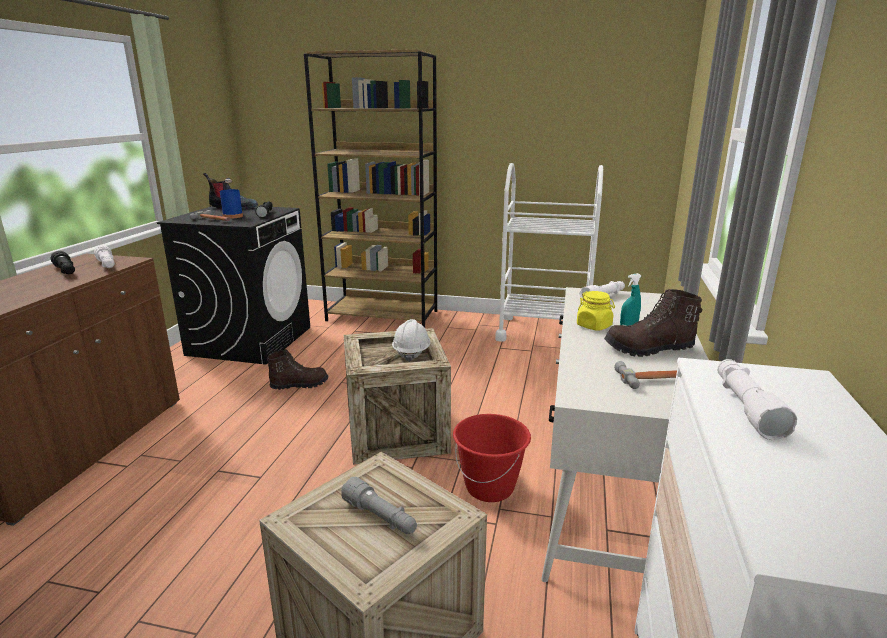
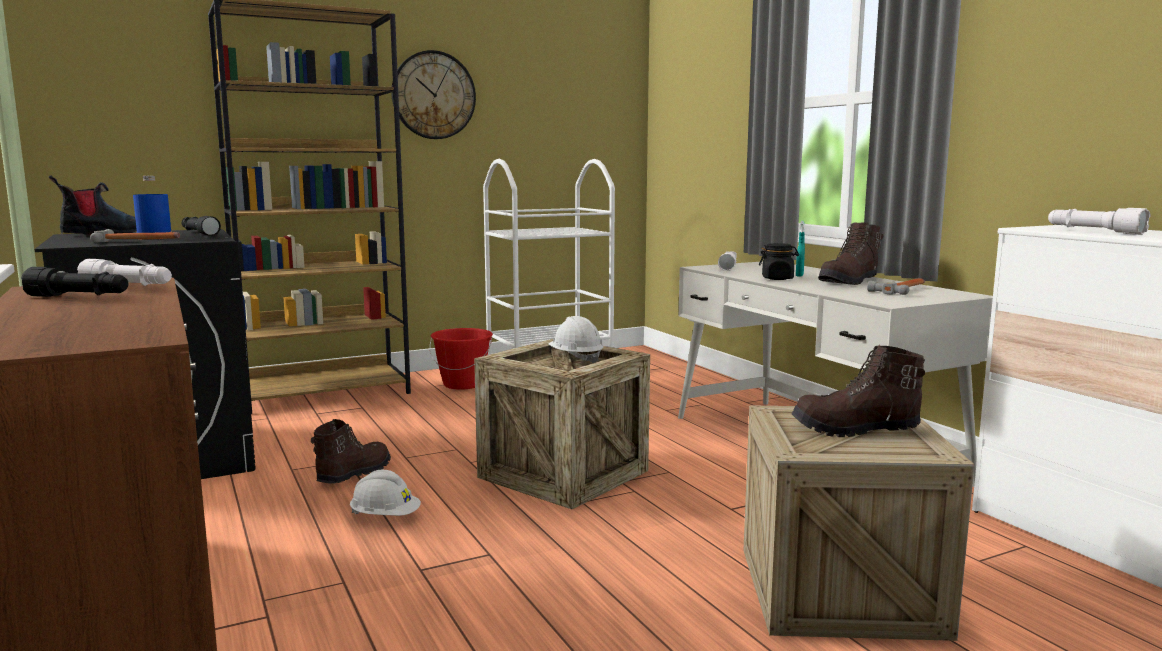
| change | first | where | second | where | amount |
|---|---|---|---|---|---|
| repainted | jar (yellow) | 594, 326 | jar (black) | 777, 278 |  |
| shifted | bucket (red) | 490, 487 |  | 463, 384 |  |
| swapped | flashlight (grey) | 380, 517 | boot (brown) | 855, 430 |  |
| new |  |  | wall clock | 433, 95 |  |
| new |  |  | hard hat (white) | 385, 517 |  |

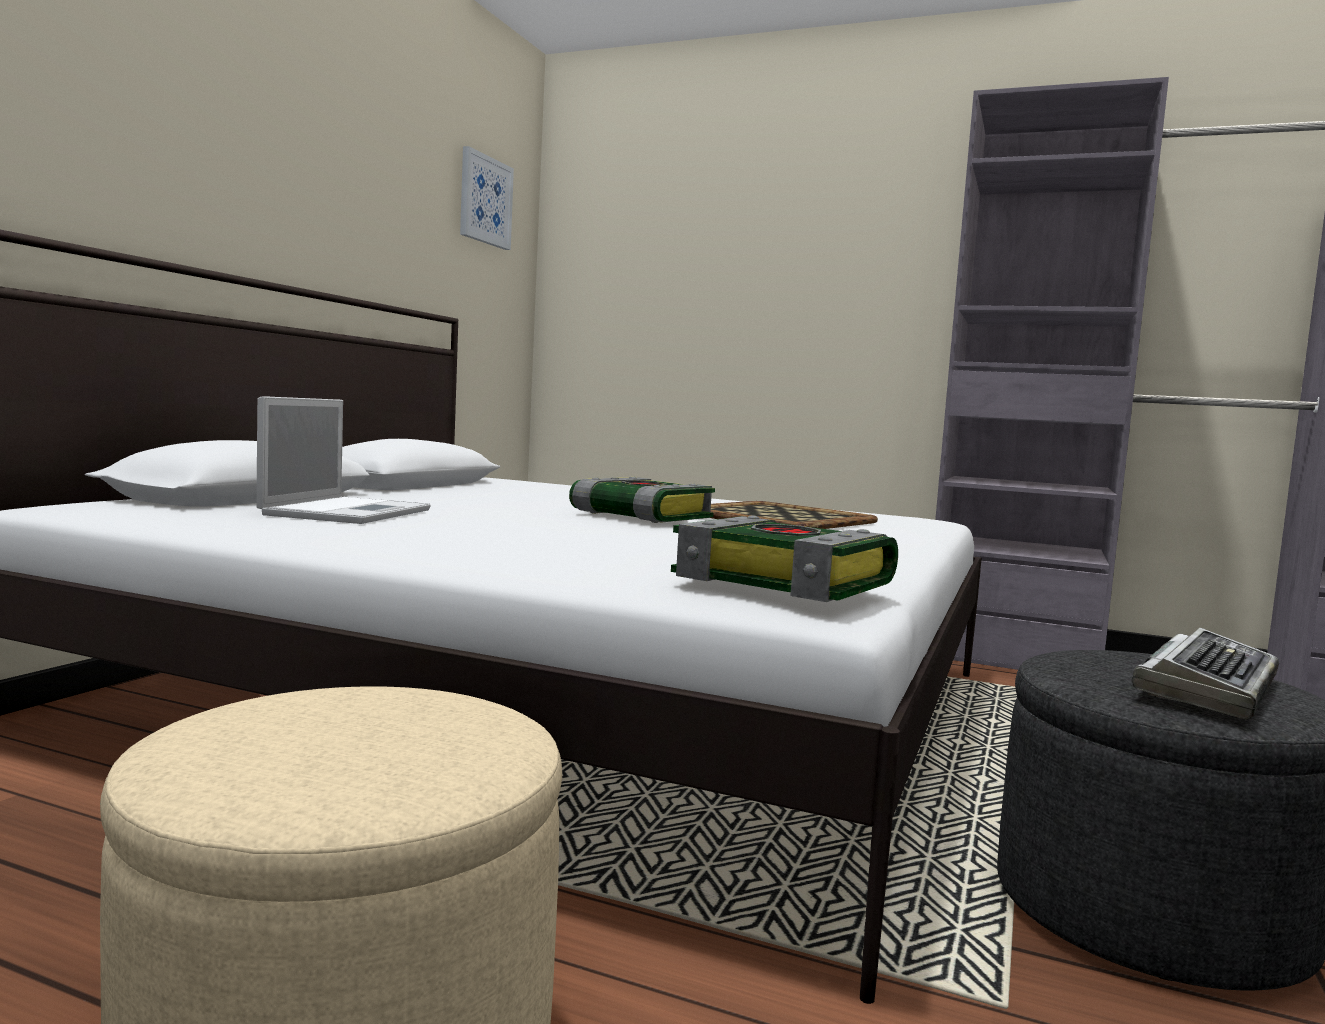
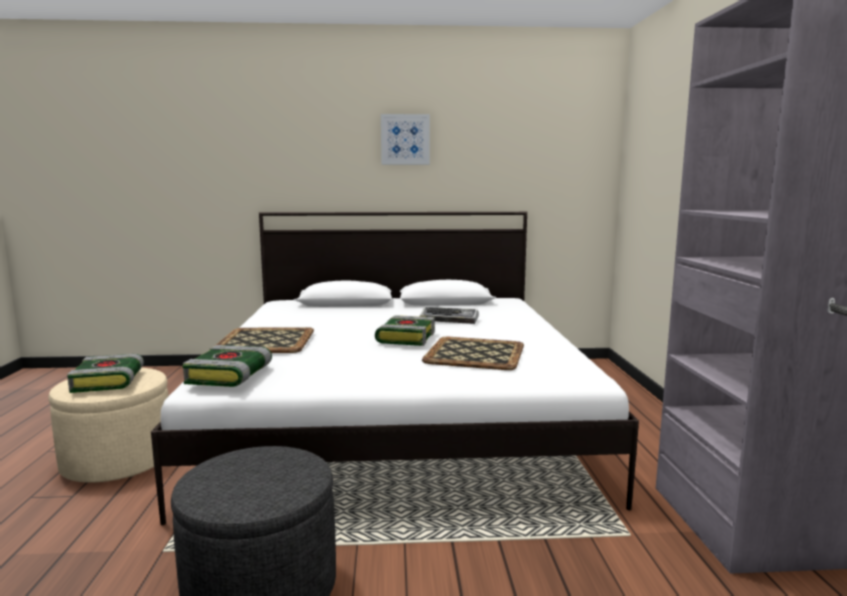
| change | first | where | second | where | amount |
|---|---|---|---|---|---|
| shifted | picture | 485, 200 |  | 405, 139 |  |
| gone | laptop | 349, 512 |  |  |  |
| shifted | keyboard | 1207, 687 |  | 450, 320 |  |
| new |  |  | tray | 265, 341 |  |
| new |  |  | book | 109, 382 |  |

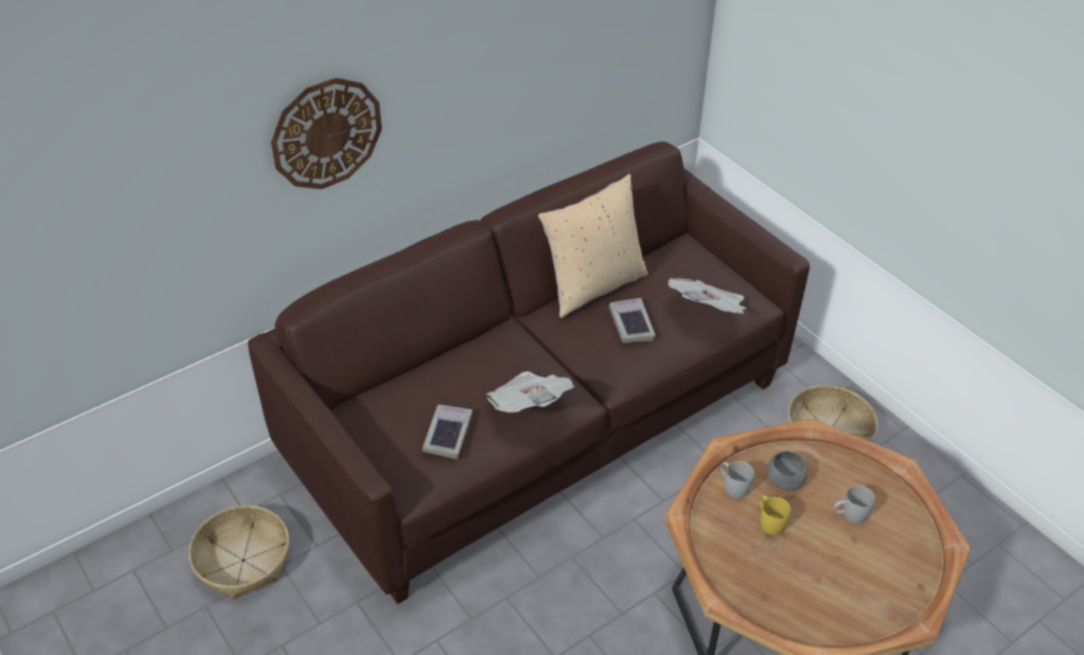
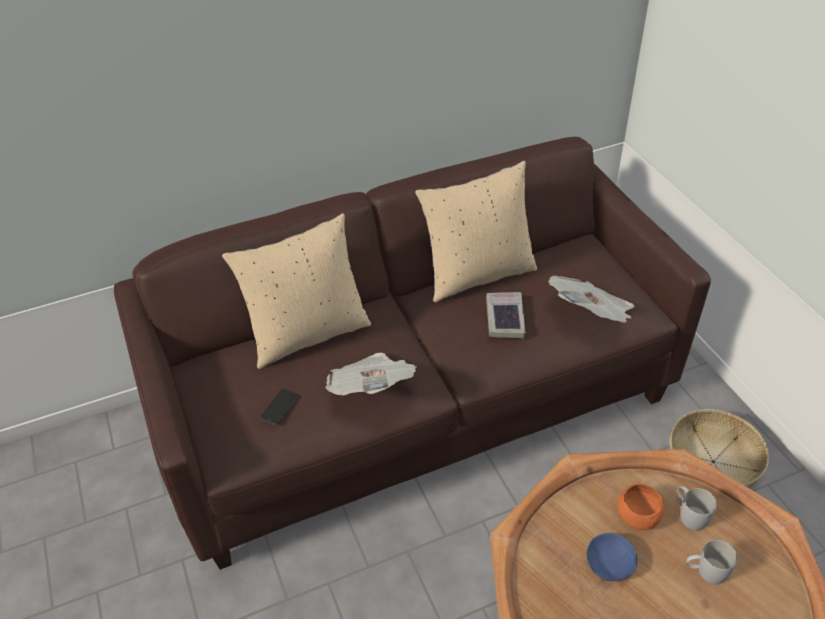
| change | first | where | second | where | amount |
|---|---|---|---|---|---|
| gone | wall clock | 326, 133 |  |  |  |
| swapped | book | 448, 434 | phone | 279, 407 |  |
| repainted | bowl (grey) | 784, 481 | bowl (orange) | 637, 517 |  |
| shifted | mug (white) | 732, 486 |  | 689, 514 |  |
| swapped | mug (yellow) | 769, 521 | bowl (blue) | 608, 562 |  |
| gone | basket | 243, 560 |  |  |  |
| new |  |  | pillow (beige) | 307, 334 |  |

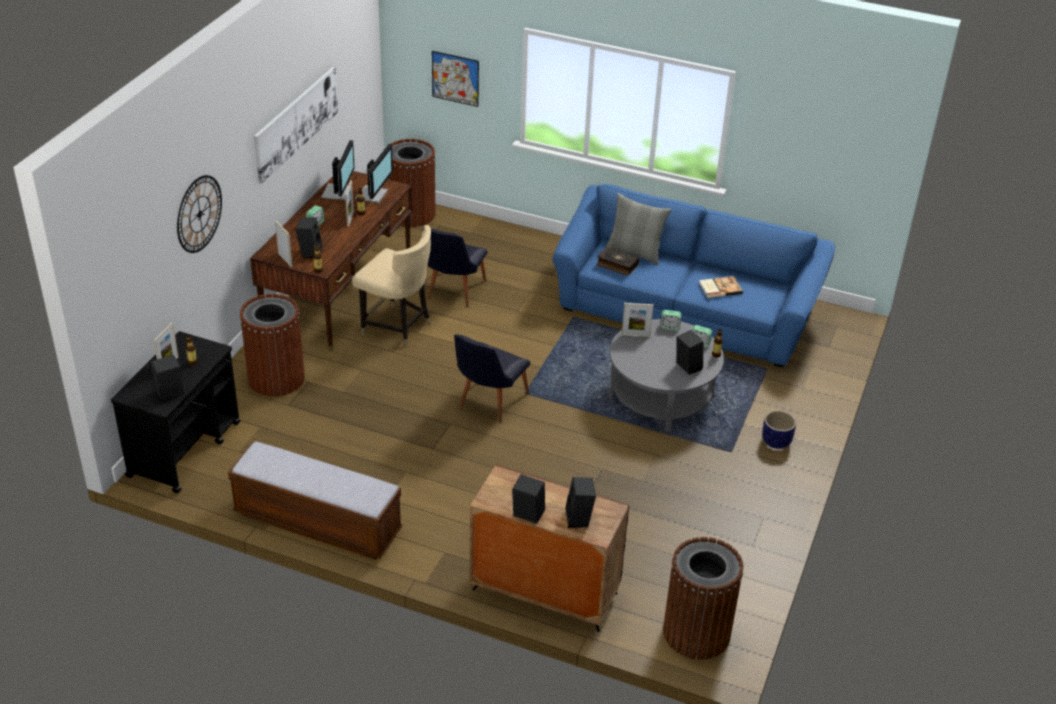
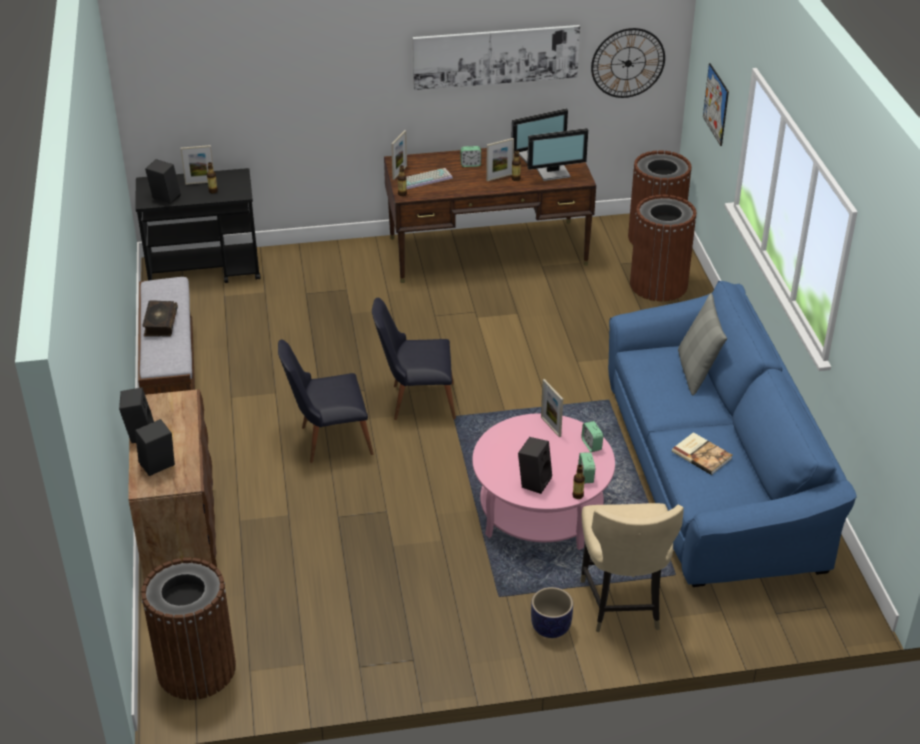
| change | first | where | second | where | amount |
|---|---|---|---|---|---|
| shifted | wall clock | 199, 214 |  | 628, 63 |  |
| swapped | speaker (black) | 309, 252 | keyboard | 425, 179 |  |
| shifted | chair (beige) | 397, 327 |  | 622, 604 |  |
| shifted | chair (black) | 453, 293 |  | 328, 440 |  |
| shifted | book | 617, 265 |  | 160, 323 |  |
| shifted | trash can (brown) | 276, 378 |  | 658, 284 |  |
| repainted | coffee table (grey) | 661, 397 | coffee table (pink) | 541, 510 |  |

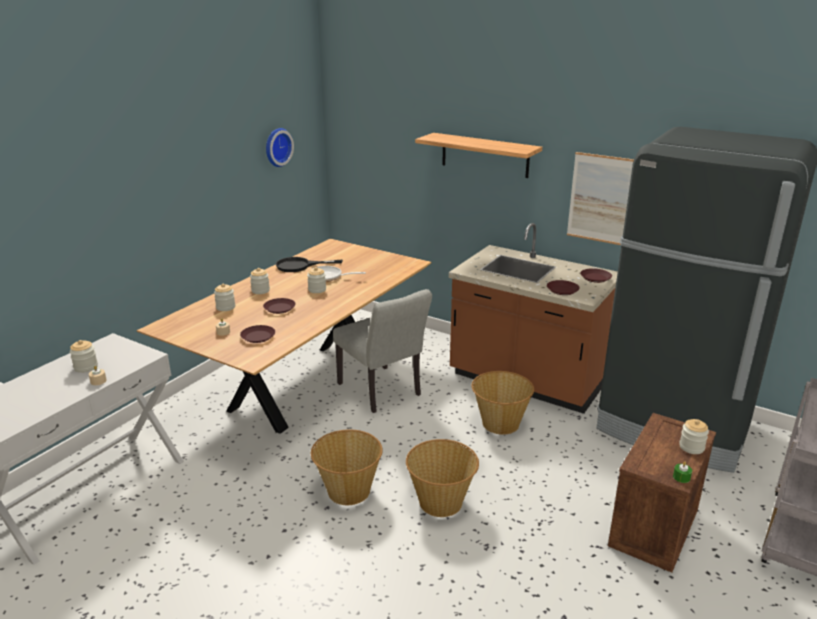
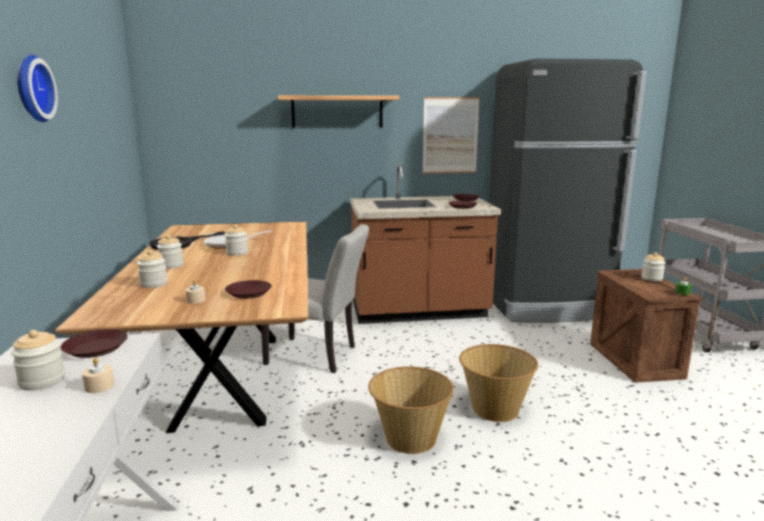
| change | first | where | second | where | amount |
|---|---|---|---|---|---|
| shifted | wall clock | 277, 147 |  | 31, 89 |  |
| shifted | plate (brown) | 279, 308 |  | 95, 348 |  |
| gone | basket | 500, 423 |  |  |  |

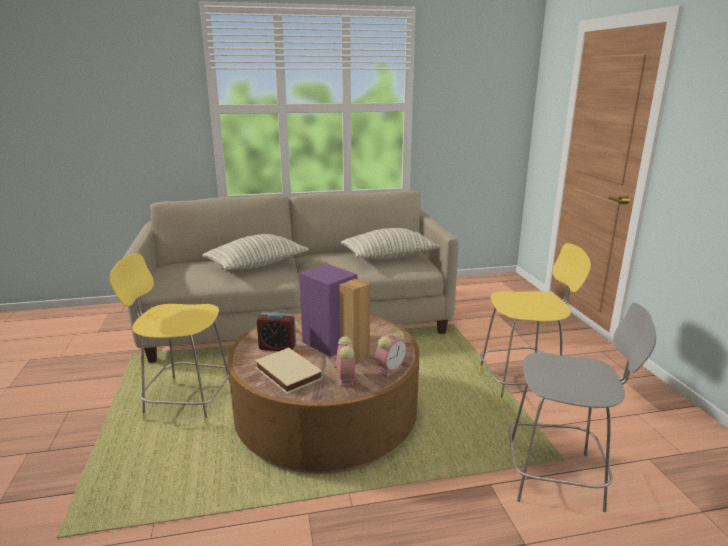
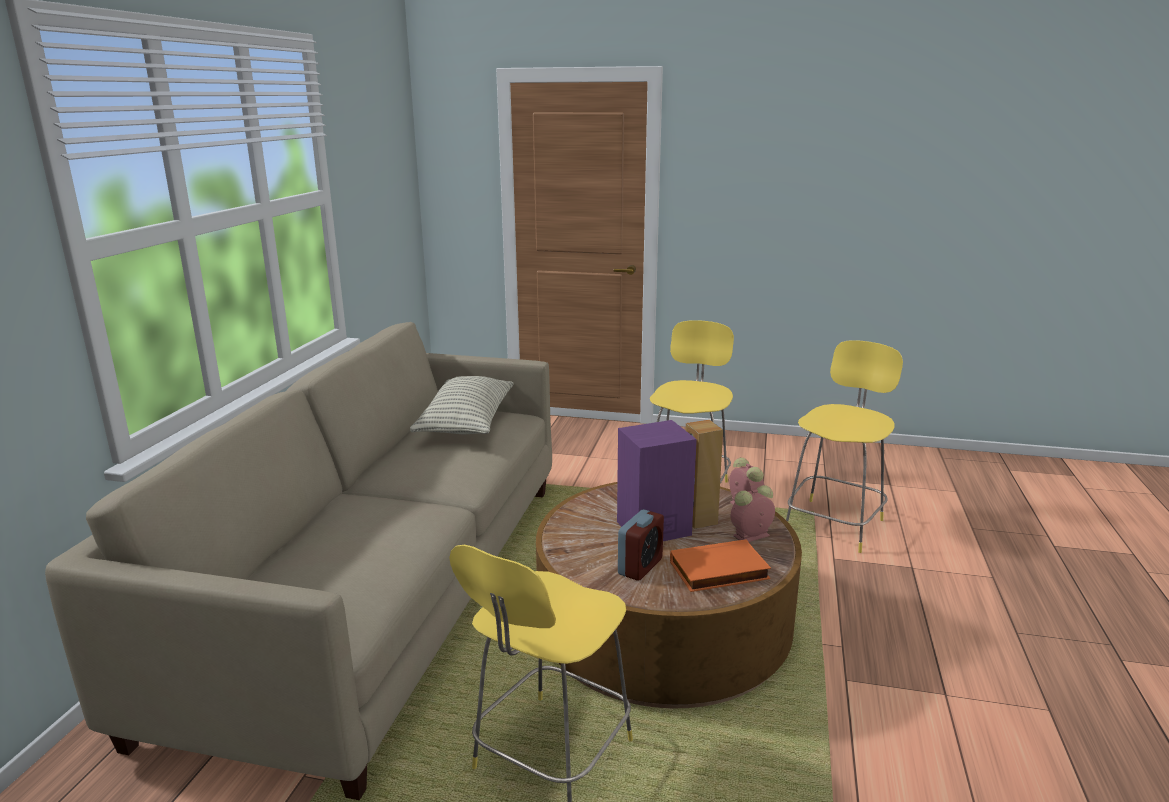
| change | first | where | second | where | amount |
|---|---|---|---|---|---|
| gone | pillow | 257, 265 |  |  |  |
| repainted | stool (grey) | 558, 477 | stool (yellow) | 835, 523 |  |
| rotated | alarm clock | 345, 378 |  | 750, 536 | 45 degrees counterclockwise |
| repainted | book (beige) | 286, 374 | book (orange) | 719, 572 |  |

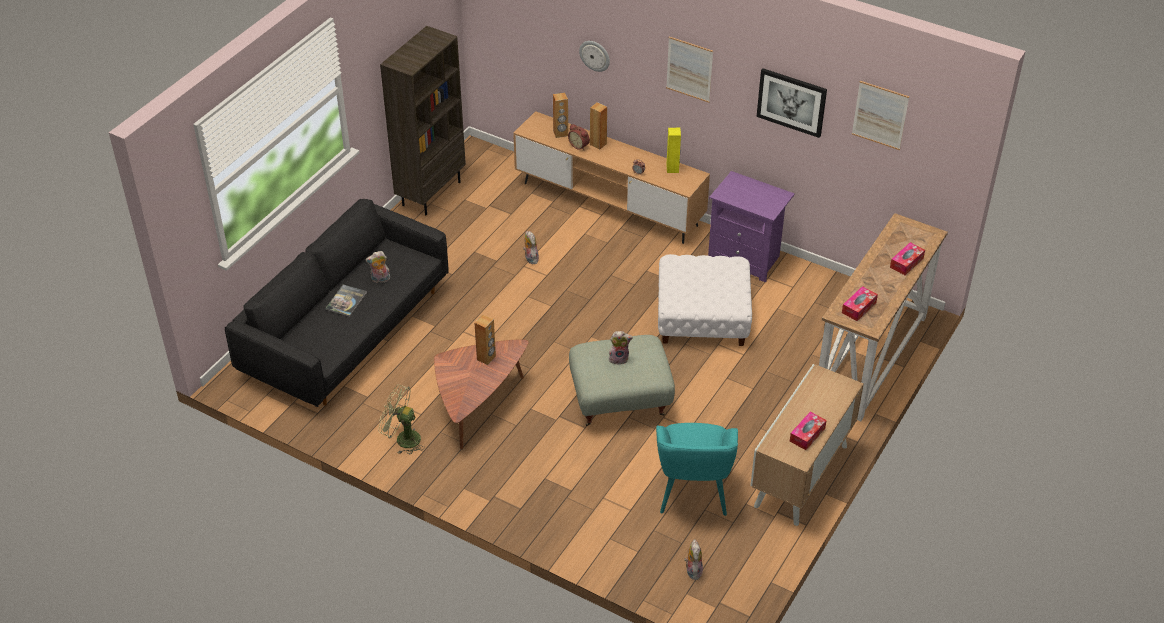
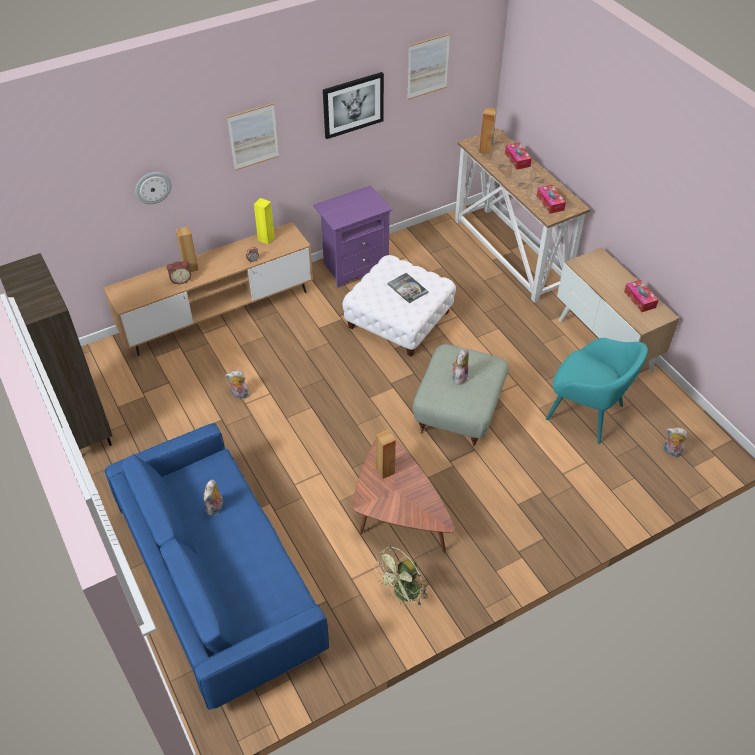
| change | first | where | second | where | amount |
|---|---|---|---|---|---|
| shifted | speaker (brown) | 560, 133 |  | 486, 149 |  |
| repainted | sofa (black) | 347, 331 | sofa (blue) | 221, 580 |  |
| shifted | book | 346, 301 |  | 407, 288 |  |

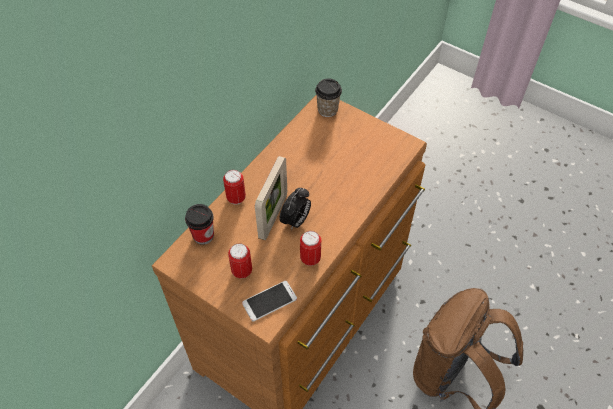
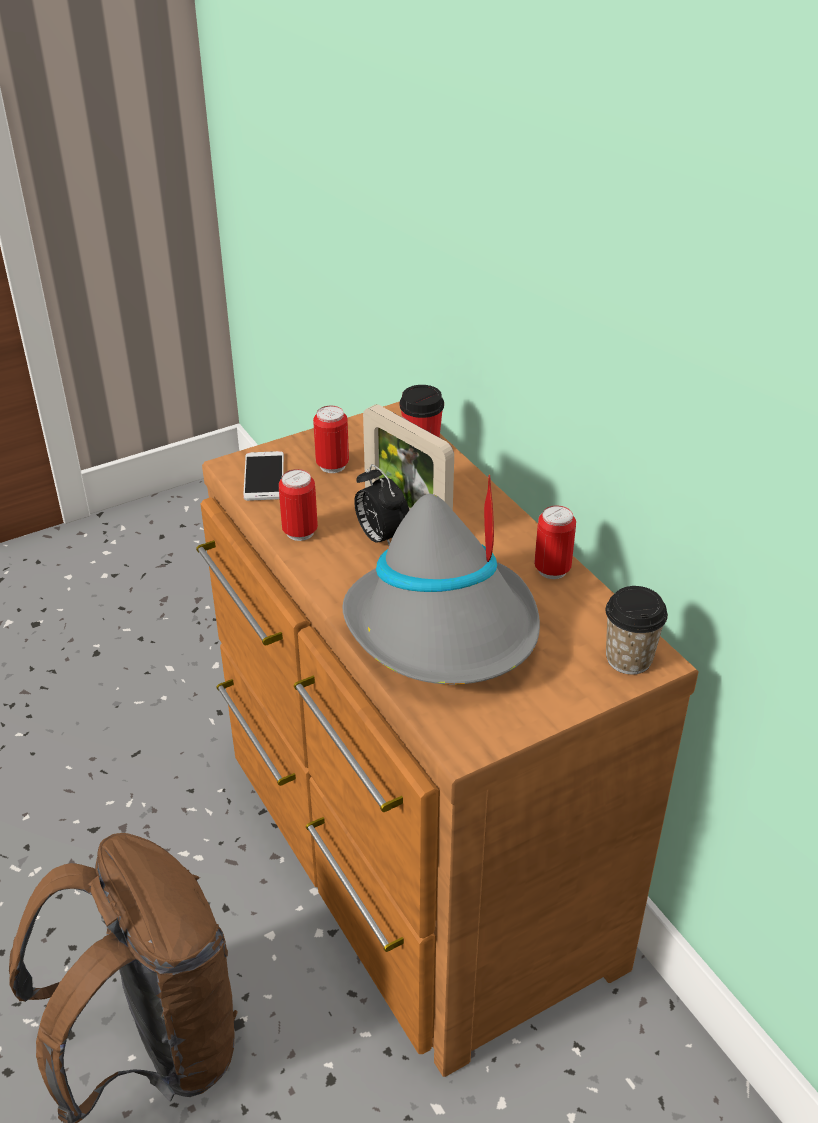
| change | first | where | second | where | amount |
|---|---|---|---|---|---|
| shifted | can | 236, 198 |  | 552, 570 |  |
| new |  |  | hat (grey) | 444, 629 |  |

